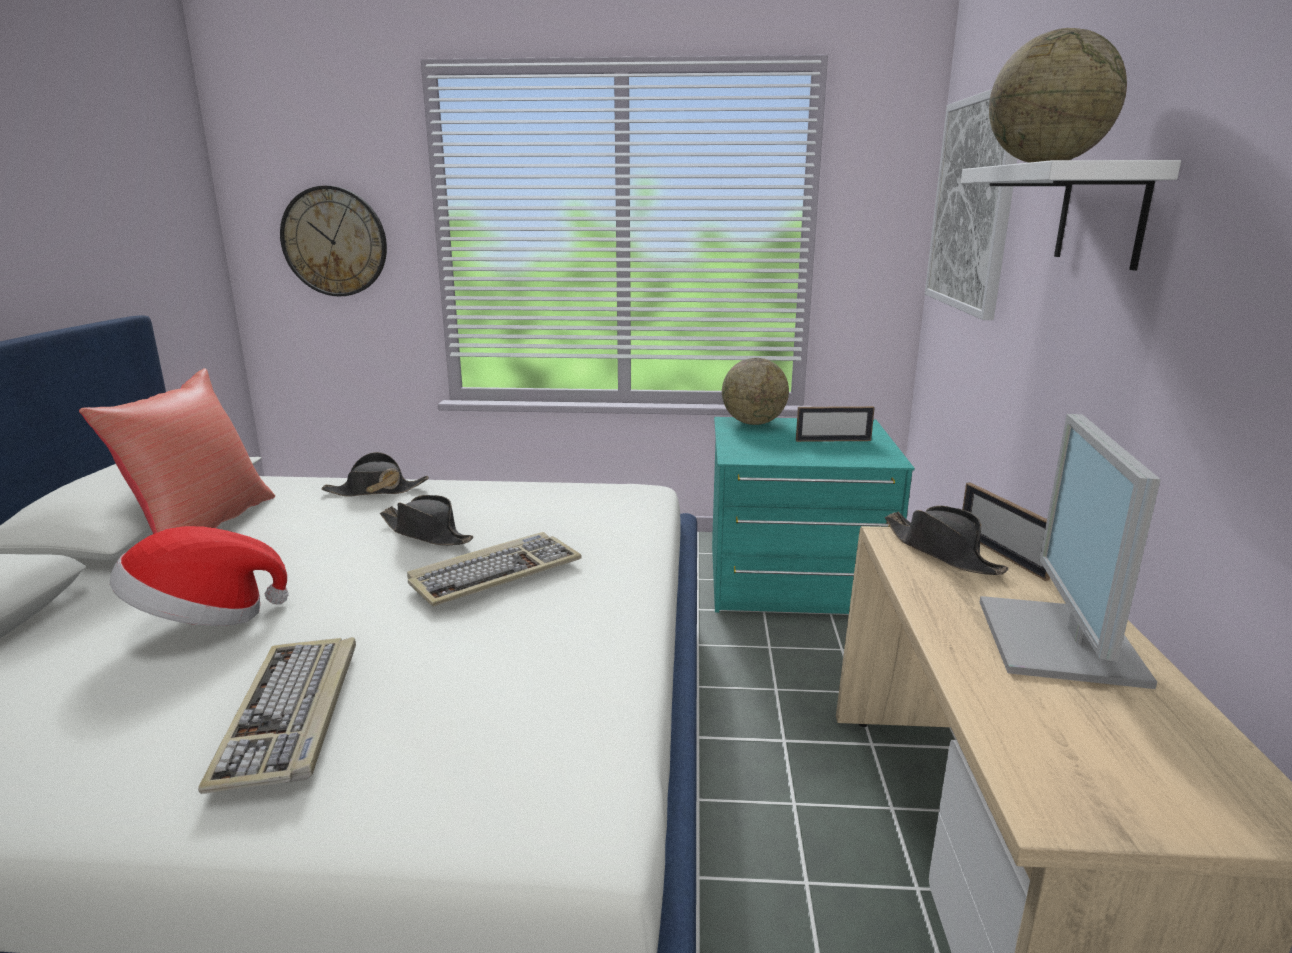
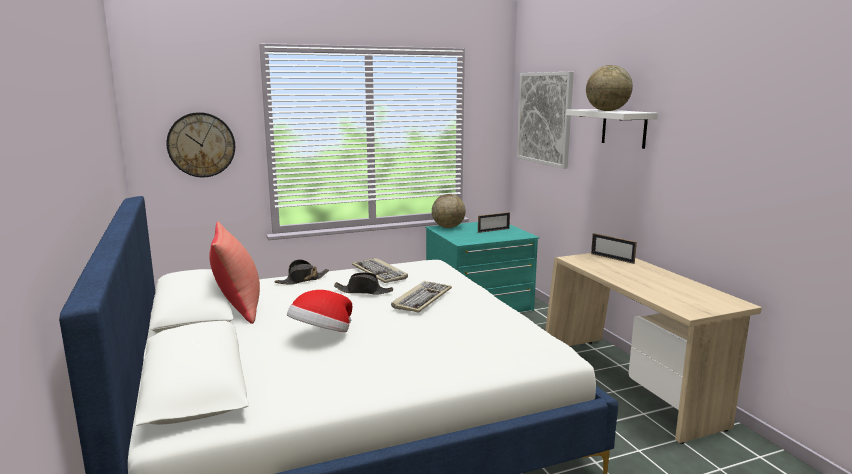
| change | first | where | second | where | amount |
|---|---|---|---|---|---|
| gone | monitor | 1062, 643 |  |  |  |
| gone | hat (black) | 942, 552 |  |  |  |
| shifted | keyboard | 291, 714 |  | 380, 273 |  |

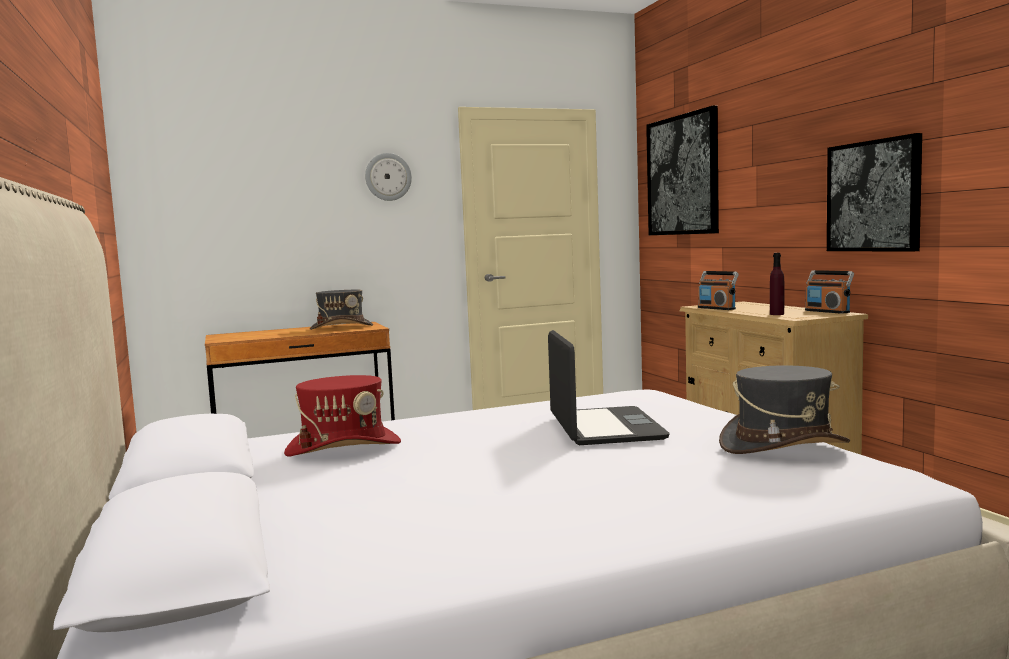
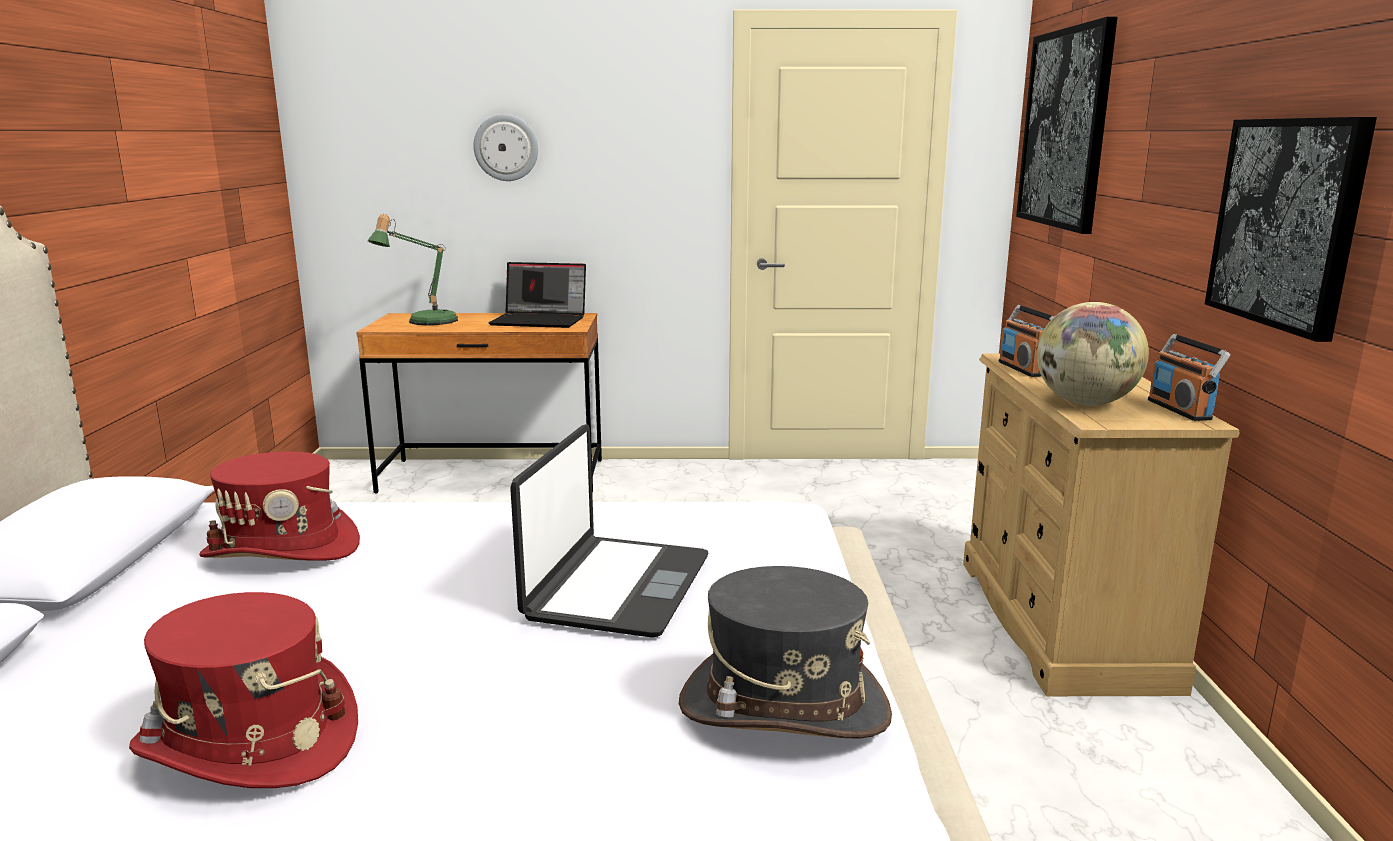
| change | first | where | second | where | amount |
|---|---|---|---|---|---|
| shifted | wall clock | 388, 177 |  | 506, 147 |  |
| swapped | bottle (purple) | 777, 314 | globe | 1084, 403 |  |
| swapped | hat (grey) | 341, 327 | laptop | 541, 320 |  |
| new |  |  | table lamp | 425, 322 |  |
| new |  |  | hat (red) | 249, 741 |  |

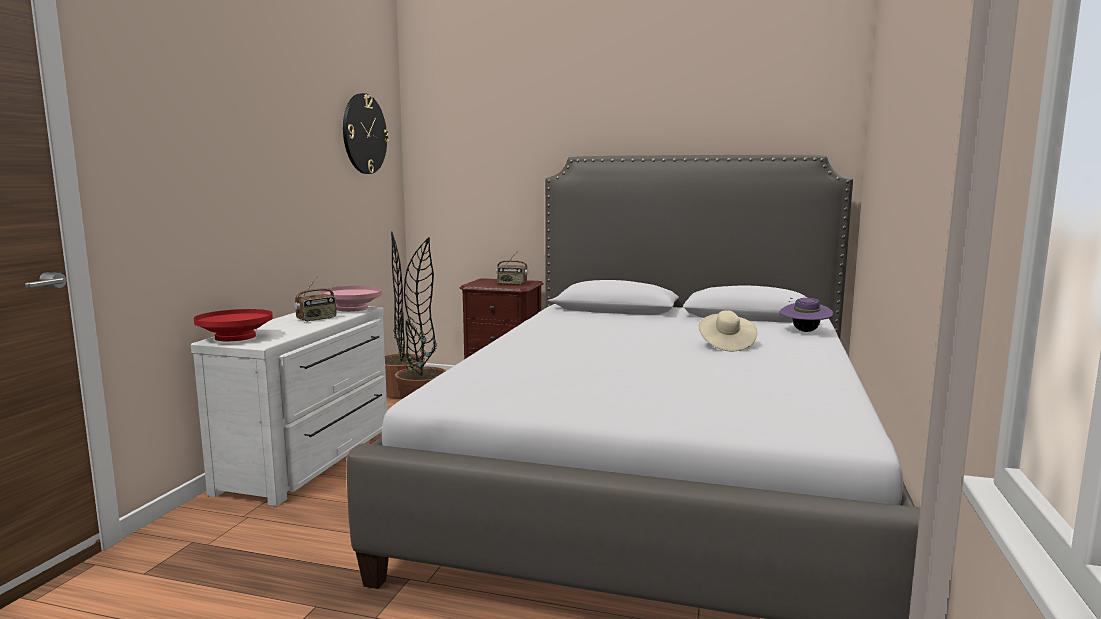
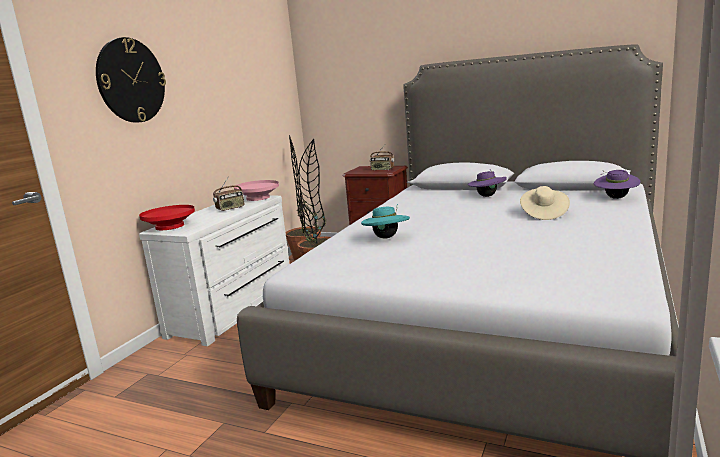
| change | first | where | second | where | amount |
|---|---|---|---|---|---|
| shifted | wall clock | 364, 134 |  | 131, 80 |  |
| new |  |  | hat (purple) | 487, 196 |  |
| new |  |  | hat (turquoise) | 386, 237 |  |

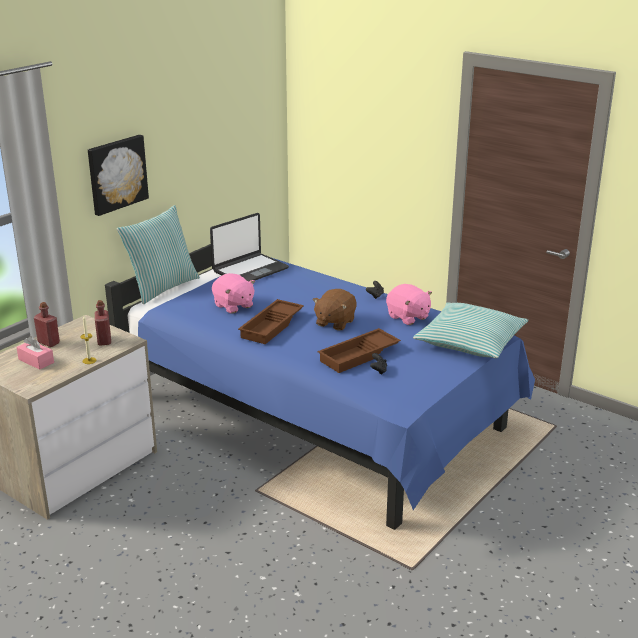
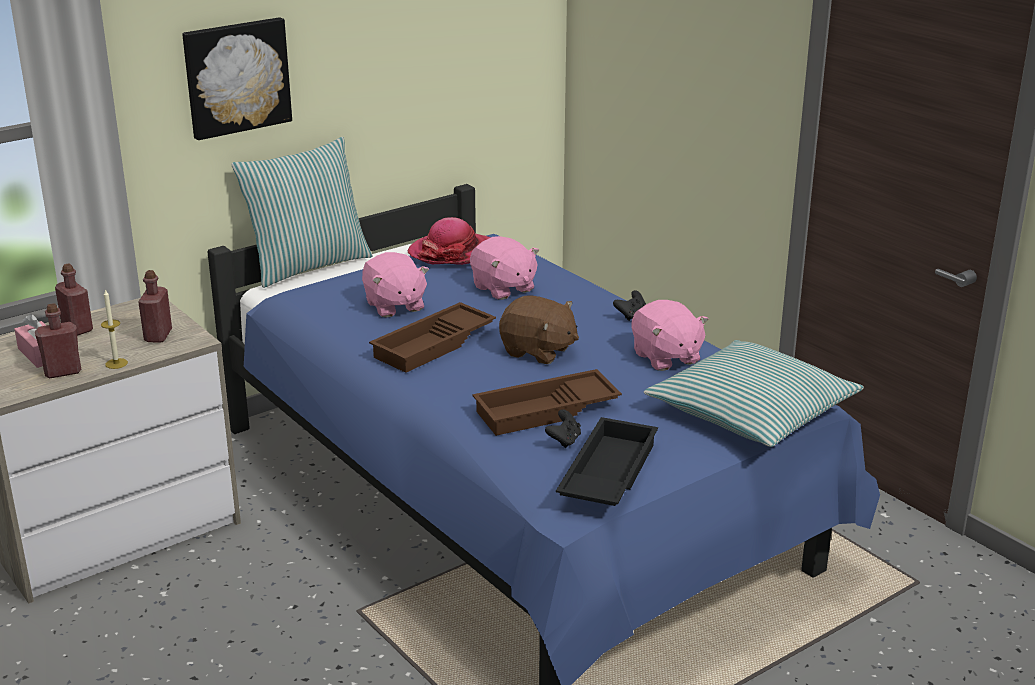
| change | first | where | second | where | amount |
|---|---|---|---|---|---|
| swapped | laptop | 250, 270 | hat | 453, 252 |  |
| rotated | plush toy (brown) | 334, 322 |  | 538, 351 | 105 degrees counterclockwise |
| new |  |  | plush toy (pink) | 503, 288 |  |
| new |  |  | bottle (red) | 62, 372 |  |
| new |  |  | tray (black) | 606, 474 |  |

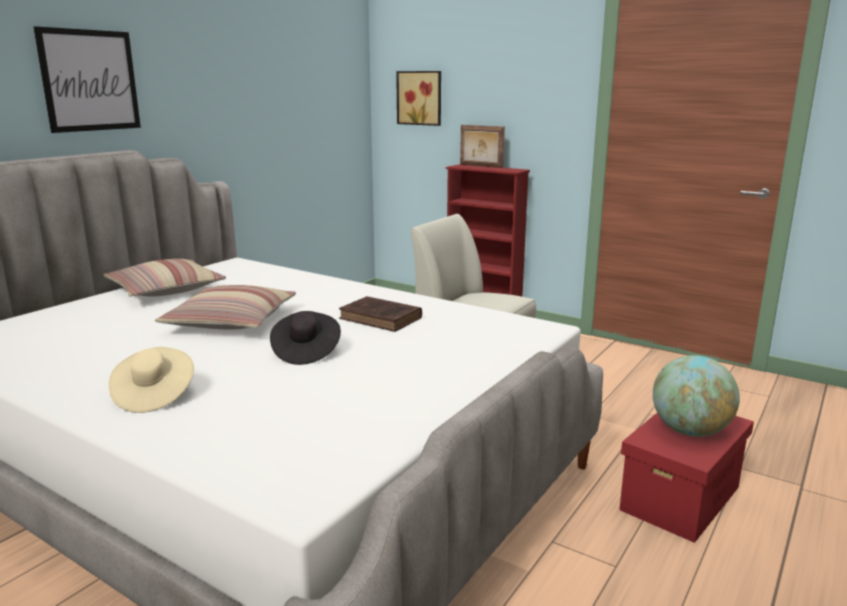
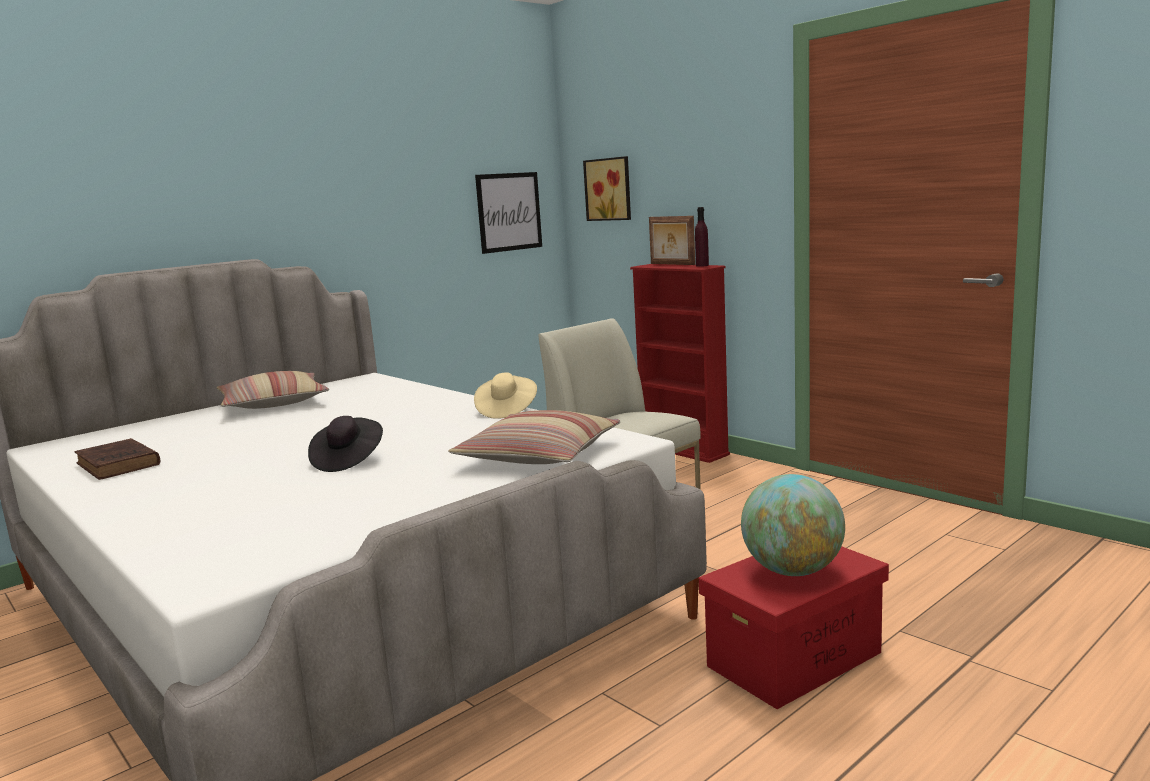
| change | first | where | second | where | amount |
|---|---|---|---|---|---|
| shifted | picture | 90, 80 |  | 509, 212 |  |
| shifted | pillow | 231, 321 |  | 539, 455 |  |
| shifted | book (brown) | 382, 319 |  | 119, 465 |  |
| shifted | hat (beige) | 154, 395 |  | 506, 410 |  |
| new |  |  | bottle (purple) | 702, 265 |  |

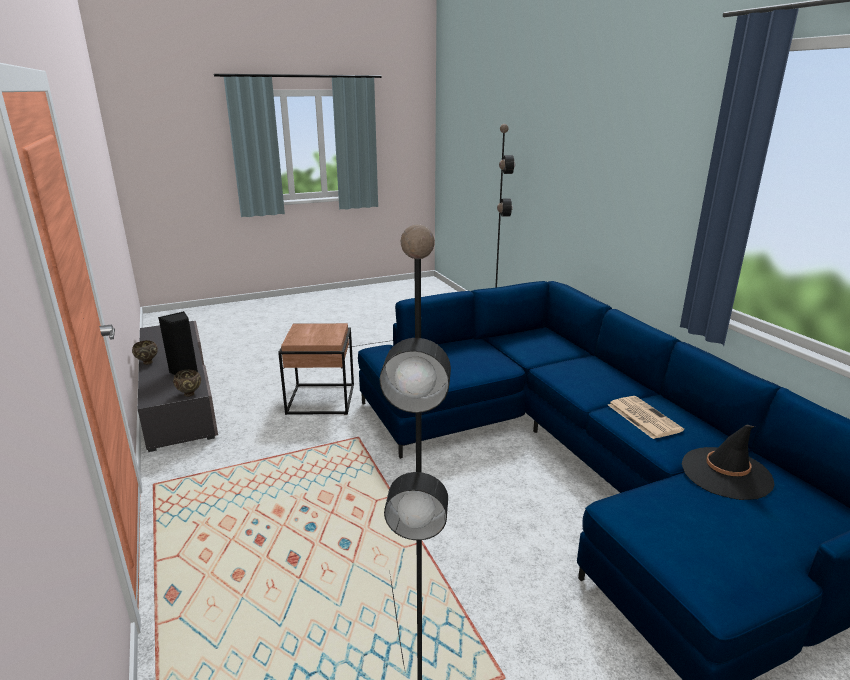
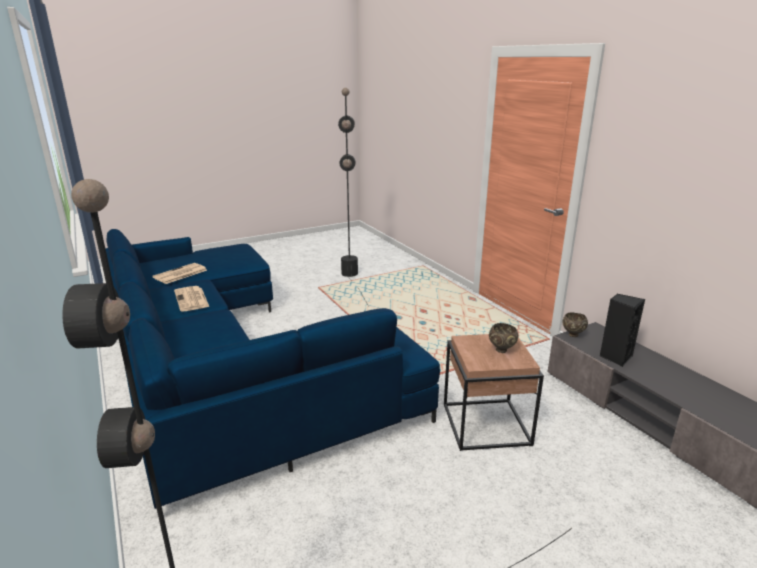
| change | first | where | second | where | amount |
|---|---|---|---|---|---|
| shifted | bowl (brown) | 147, 362 |  | 502, 350 |  |
| swapped | hat (black) | 726, 473 | newspaper | 180, 274 |  |

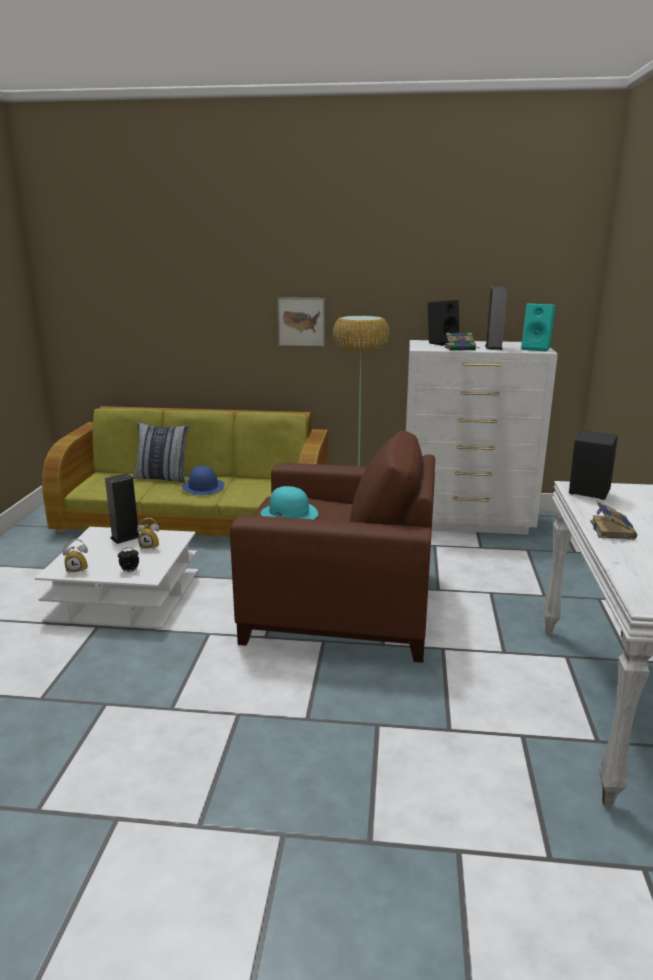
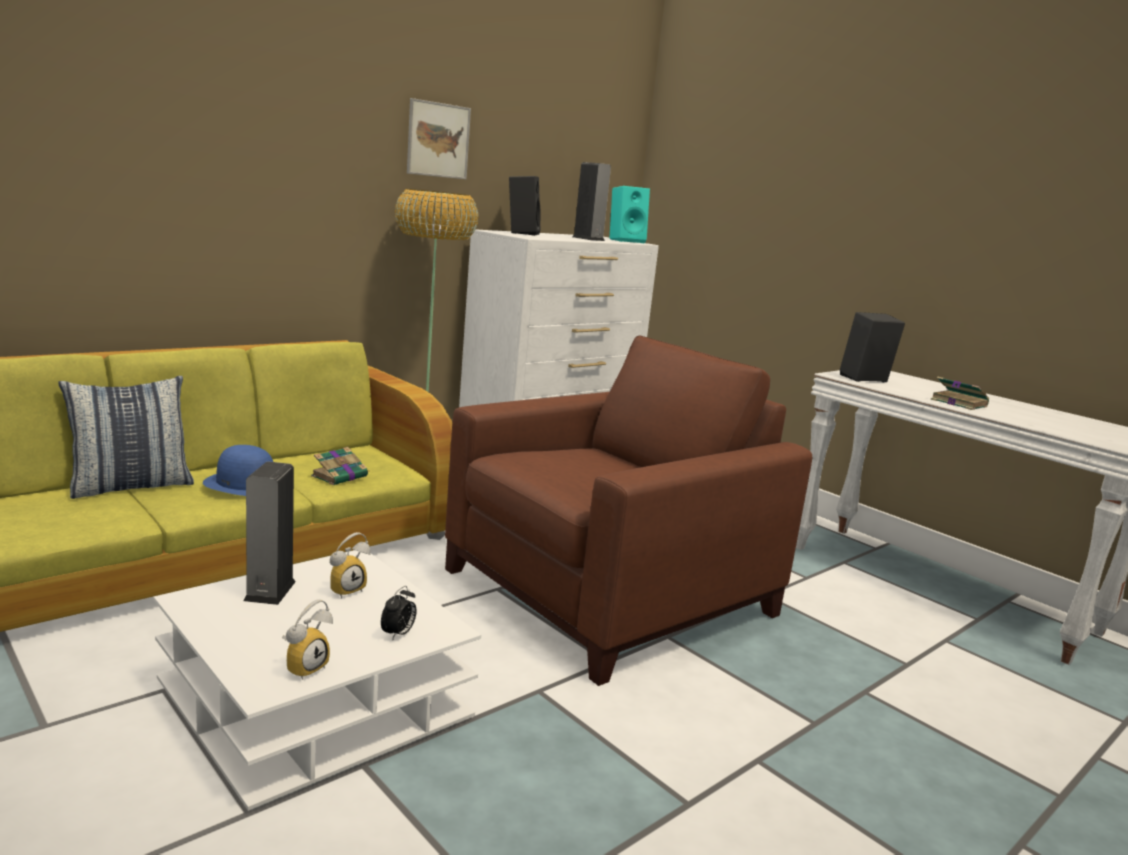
| change | first | where | second | where | amount |
|---|---|---|---|---|---|
| shifted | picture | 301, 321 |  | 438, 140 |  |
| shifted | book | 460, 348 |  | 340, 476 |  |
| gone | hat (turquoise) | 289, 513 |  |  |  |

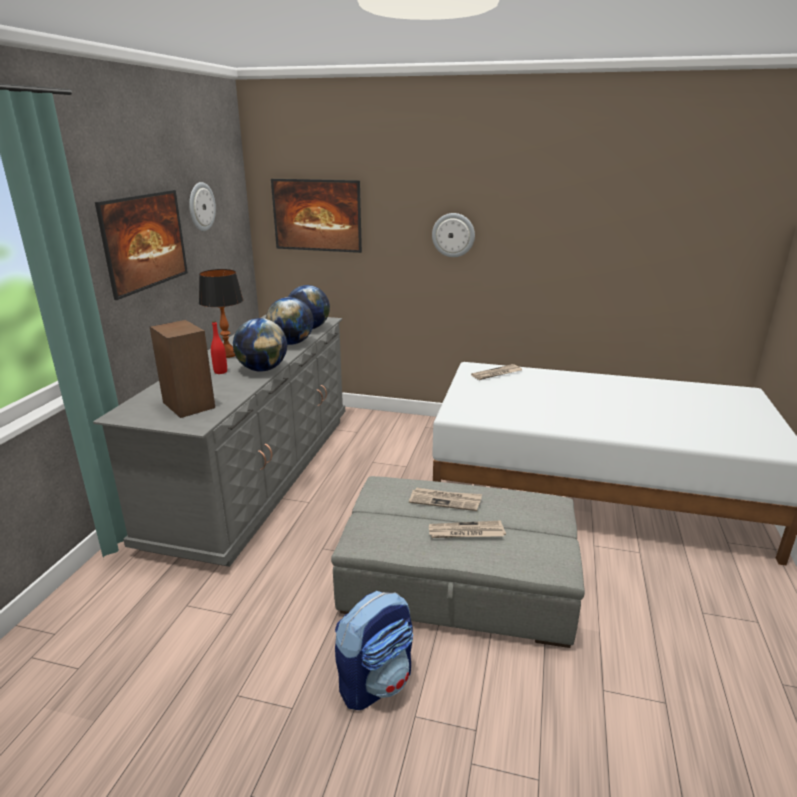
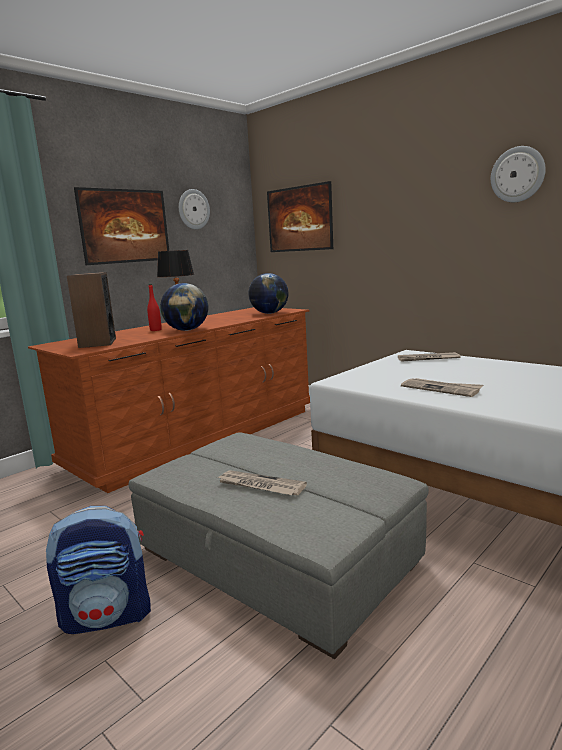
| change | first | where | second | where | amount |
|---|---|---|---|---|---|
| shifted | wall clock | 453, 235 |  | 517, 174 |  |
| gone | globe | 291, 343 |  |  |  |
| repainted | dresser (grey) | 258, 475 | dresser (brown) | 199, 437 |  |
| shifted | newspaper | 445, 500 |  | 441, 389 |  |

